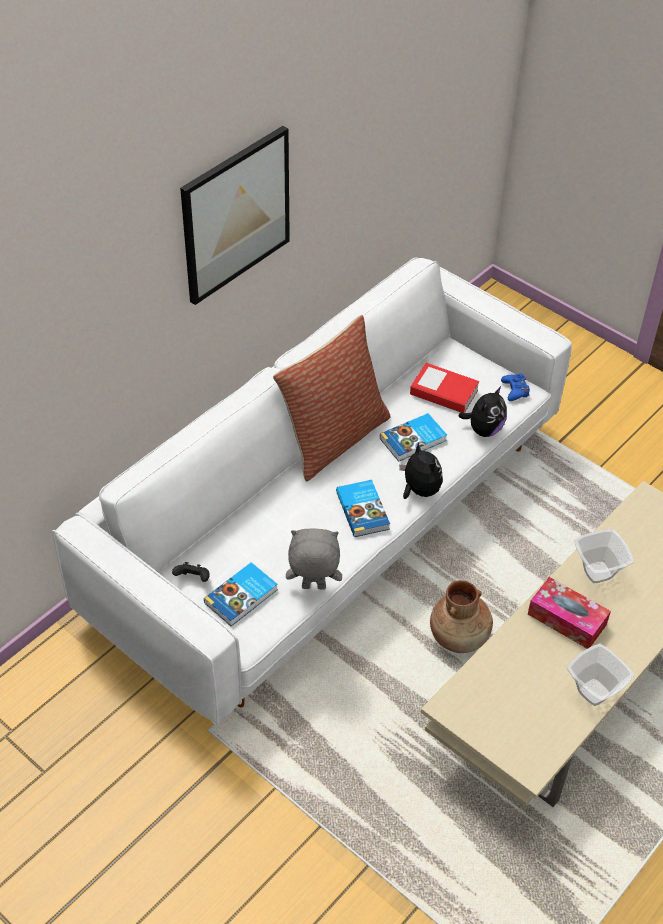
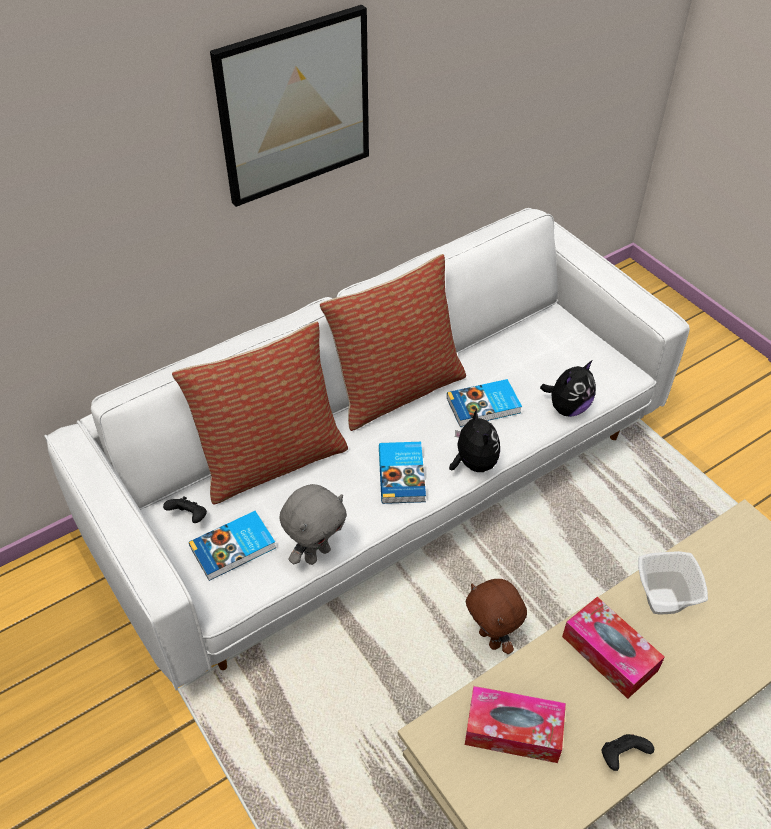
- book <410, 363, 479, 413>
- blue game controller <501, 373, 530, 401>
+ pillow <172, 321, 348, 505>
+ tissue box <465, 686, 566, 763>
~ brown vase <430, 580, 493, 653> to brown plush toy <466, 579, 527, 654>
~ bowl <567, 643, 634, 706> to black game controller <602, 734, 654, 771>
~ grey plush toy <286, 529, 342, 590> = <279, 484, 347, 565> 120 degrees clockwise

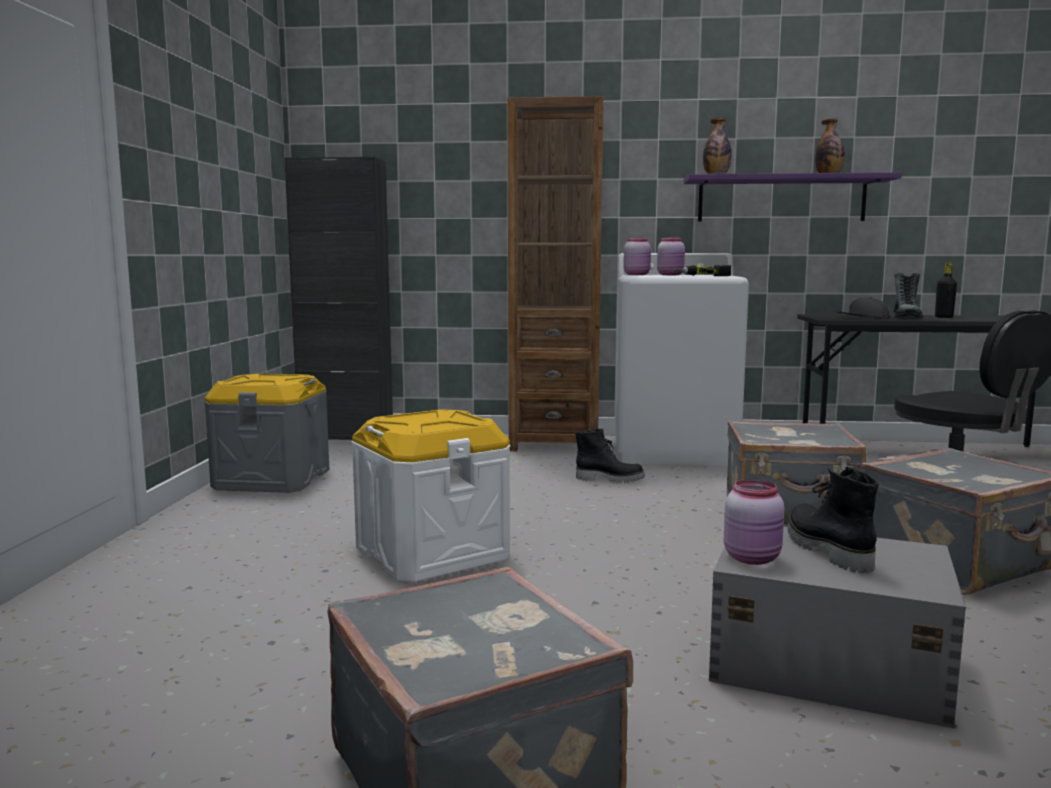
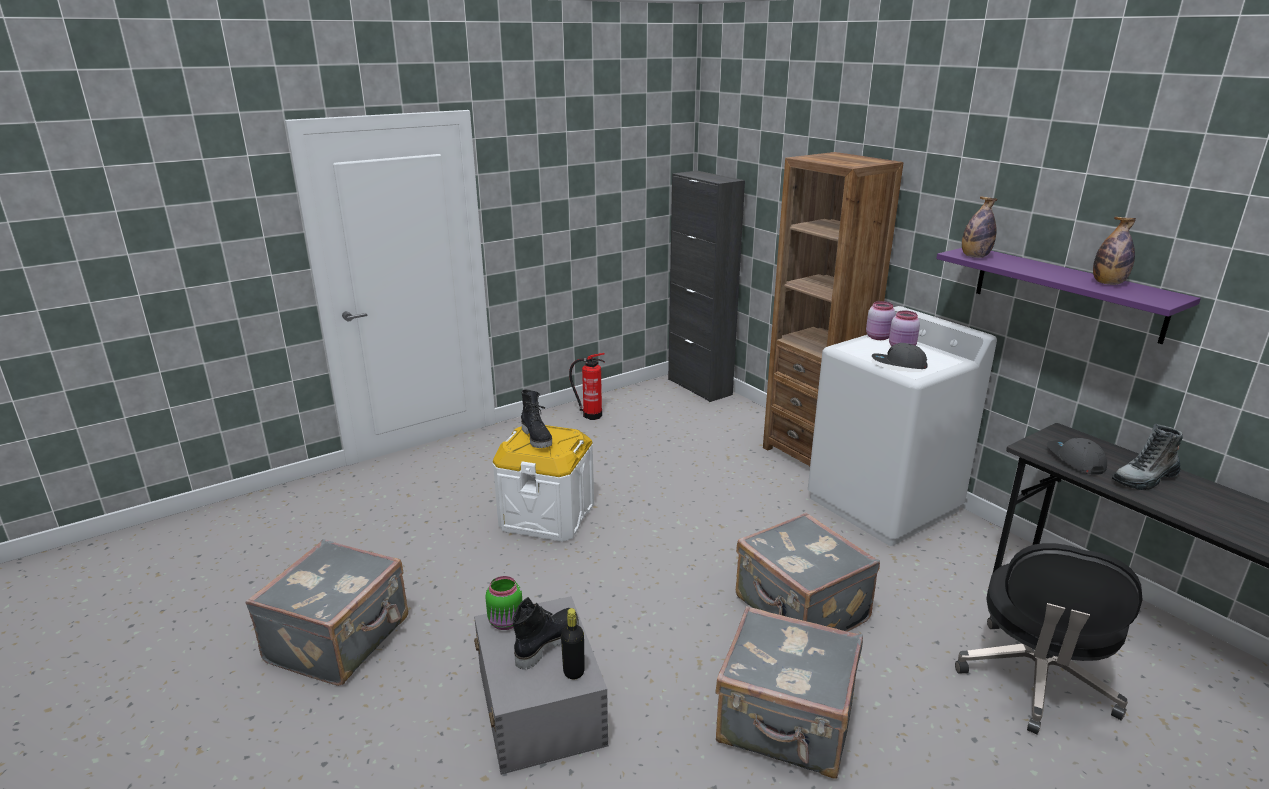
~ black boot <575, 428, 645, 483> to <521, 389, 552, 448>
~ black bottle <935, 262, 957, 318> to <561, 608, 585, 679>
~ grey storage box <204, 374, 329, 493> to fire extinguisher <569, 353, 605, 420>
~ power drill <671, 265, 731, 276> to grey cap <872, 343, 927, 369>
~ pink jar <724, 479, 784, 565> to green jar <485, 576, 522, 630>

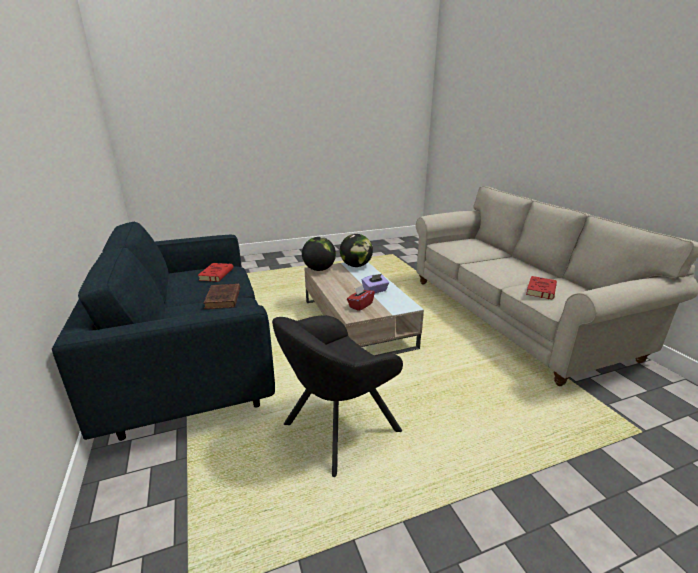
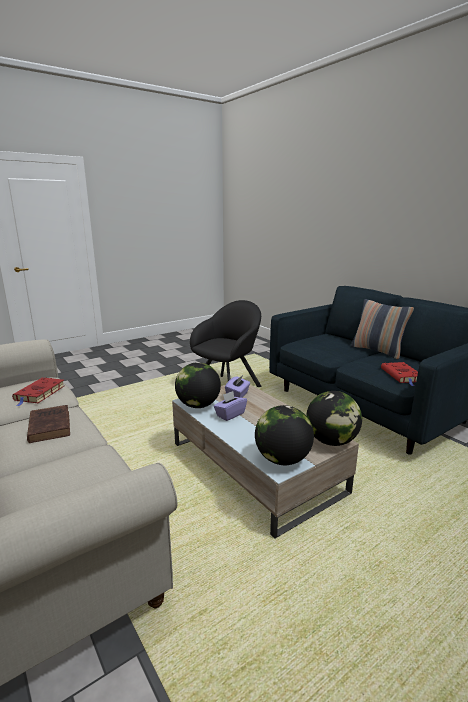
+ globe <175, 362, 221, 408>
+ pillow <351, 299, 414, 359>
~ brown book <204, 284, 240, 309> to <27, 405, 70, 443>
~ red tissue box <347, 285, 375, 311> to purple tissue box <225, 375, 250, 398>

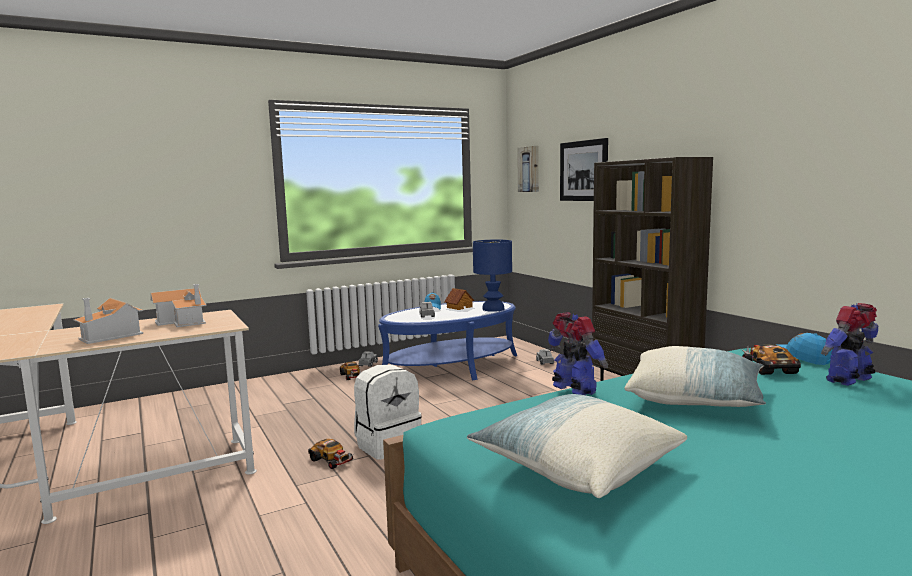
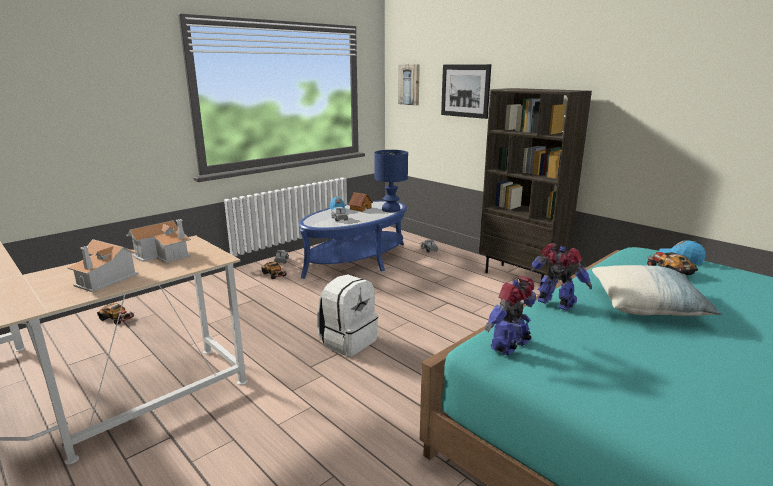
- pillow <467, 394, 687, 498>
~ toy car <308, 439, 354, 469> to <97, 303, 134, 325>
~ toy robot <821, 303, 878, 386> to <485, 276, 536, 356>

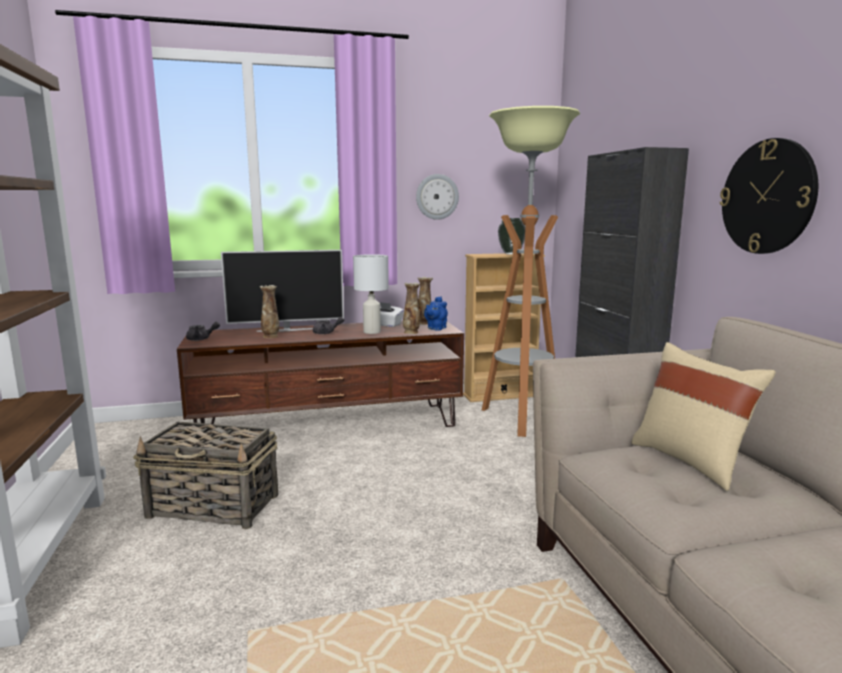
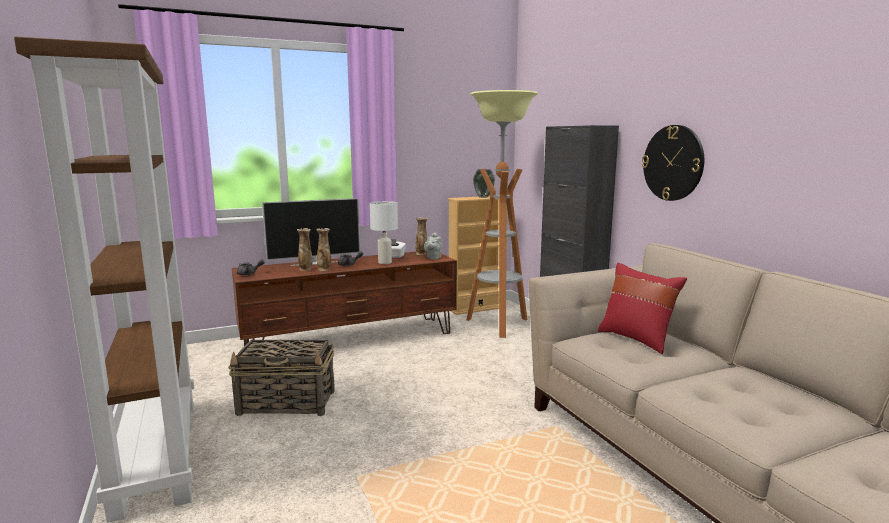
- wall clock <416, 174, 459, 220>
~ vase <403, 283, 420, 334> to <317, 228, 331, 271>
~ blue teapot <424, 296, 448, 330> to grey teapot <424, 233, 442, 259>
~ beige pillow <631, 342, 776, 491> to red pillow <598, 262, 687, 354>

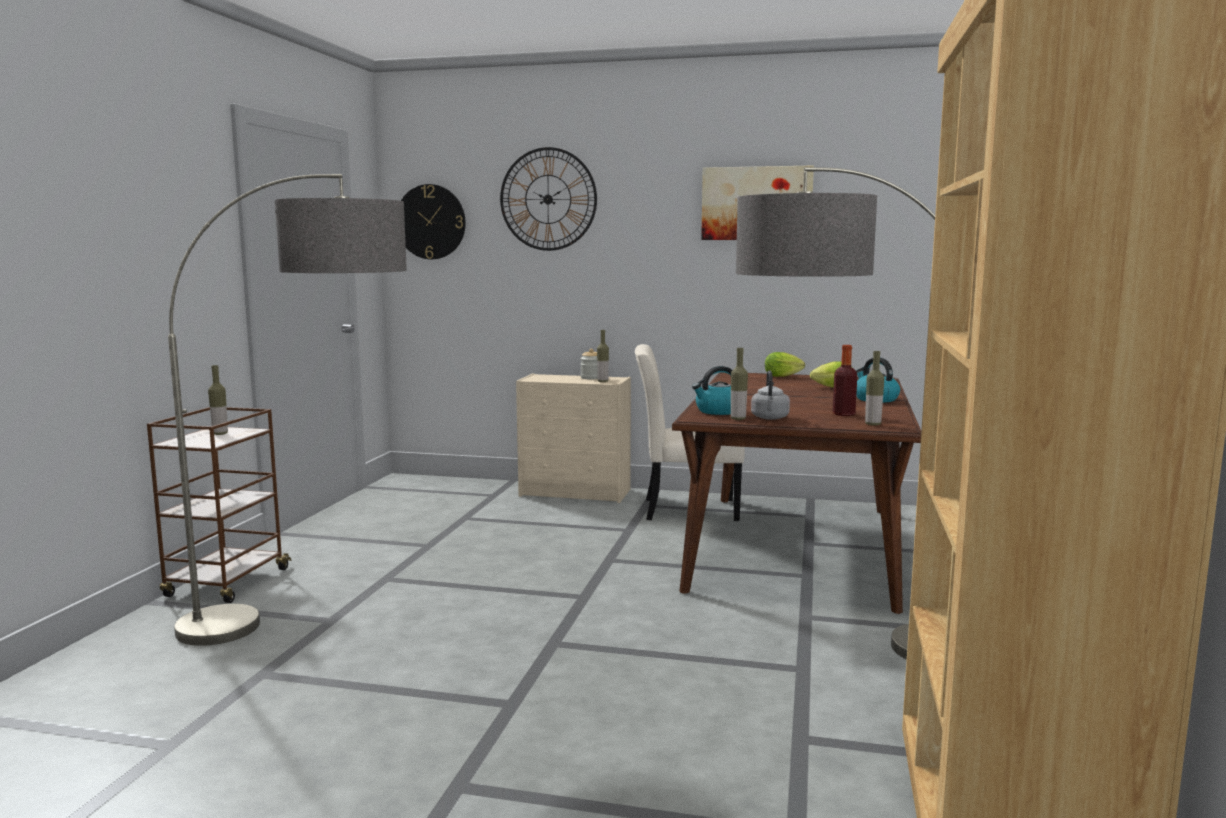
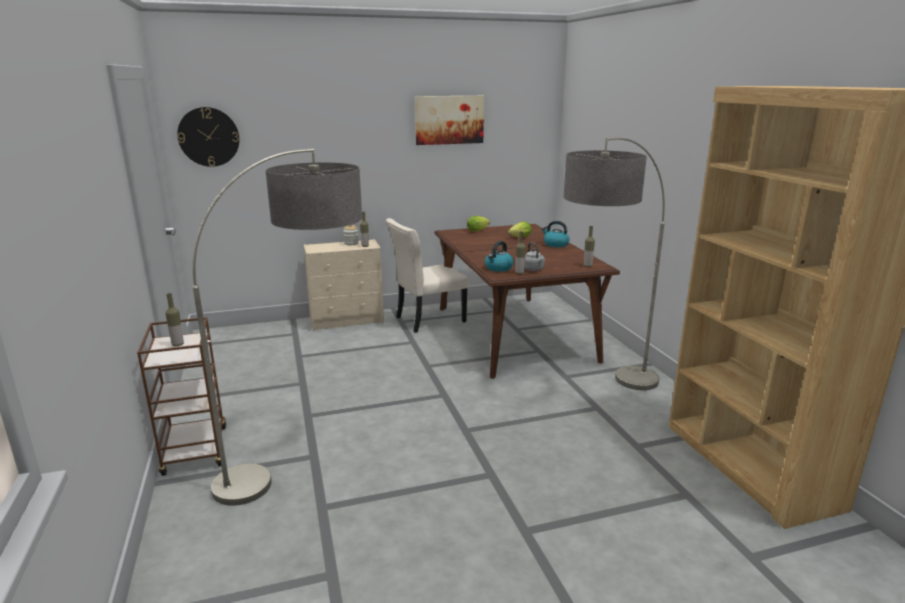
- wall clock <500, 147, 597, 251>
- bottle <833, 345, 857, 416>

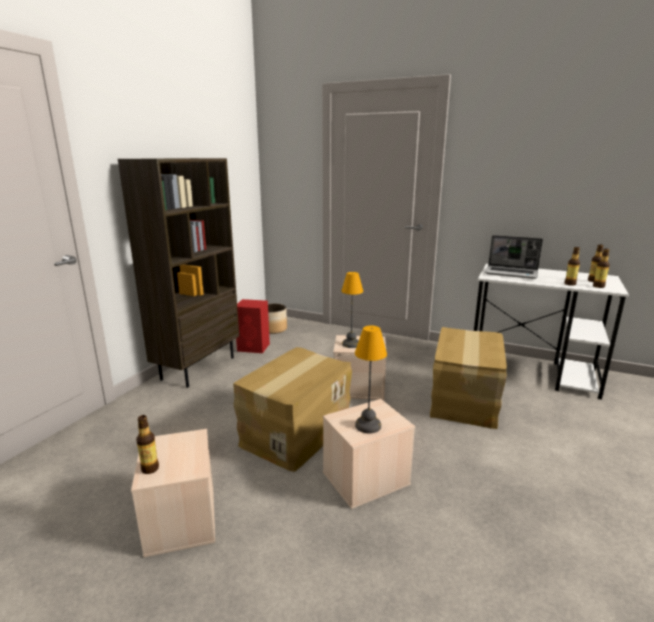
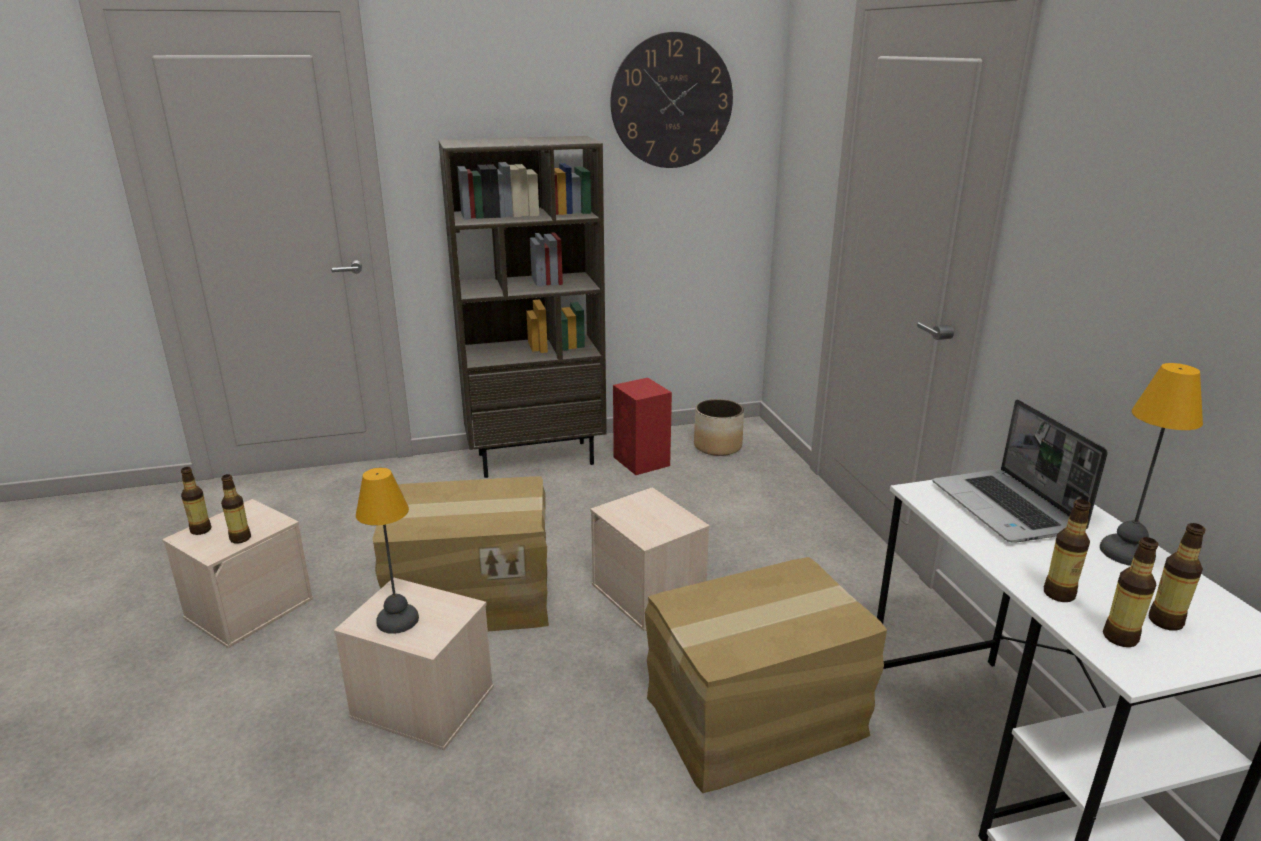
+ bottle <221, 474, 251, 543>
+ wall clock <610, 32, 733, 168>
~ table lamp <341, 272, 363, 348> to <1100, 363, 1203, 566>

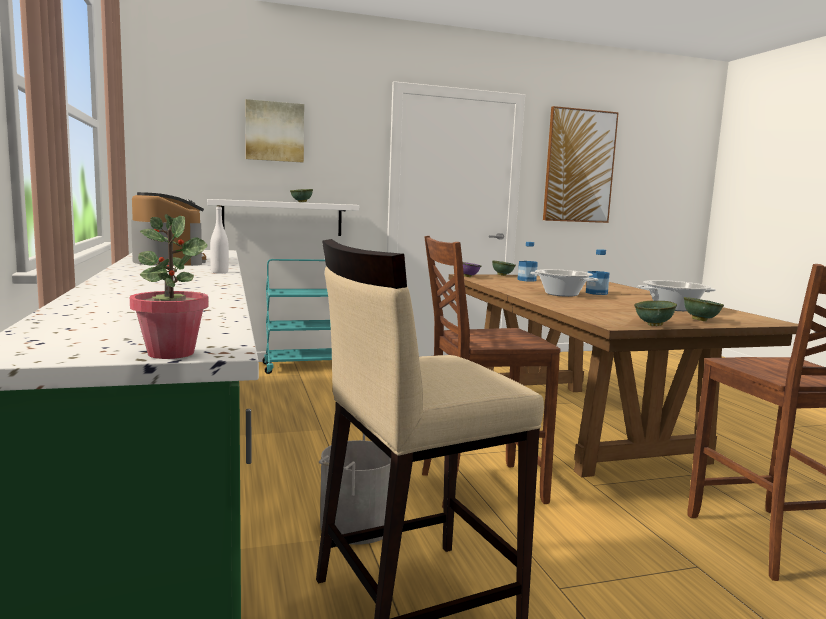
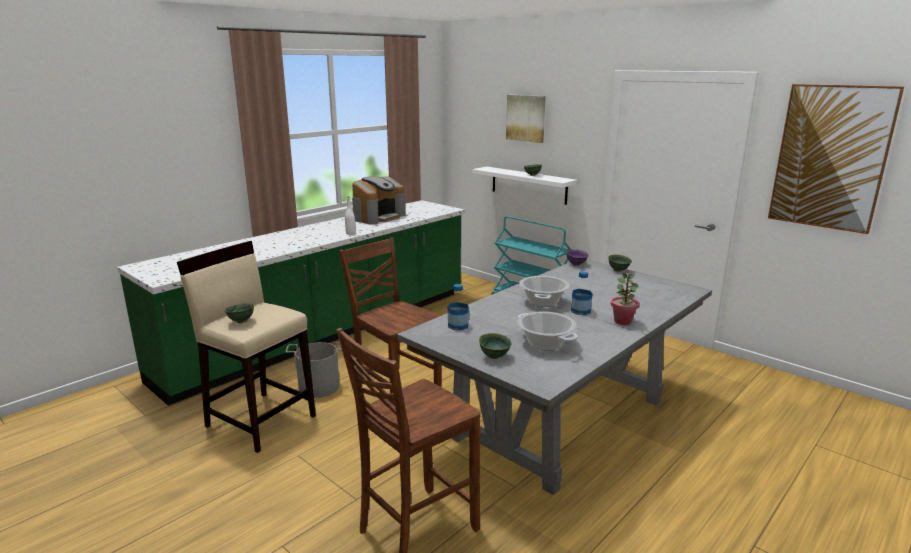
~ potted plant <130, 214, 209, 359> to <611, 273, 639, 325>
~ bottle <517, 242, 538, 282> to <448, 284, 469, 330>
~ green bowl <634, 301, 677, 326> to <225, 303, 254, 323>
~ brown dining table <449, 274, 798, 477> to grey dining table <397, 260, 712, 495>

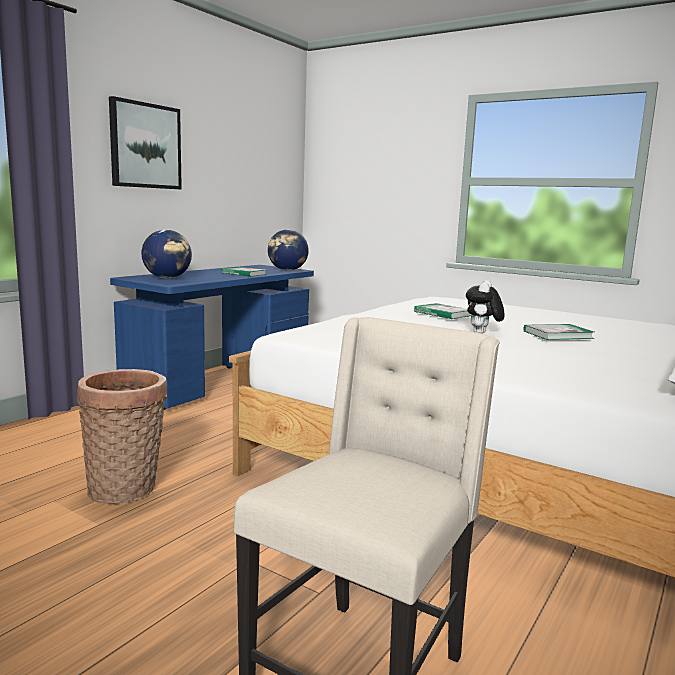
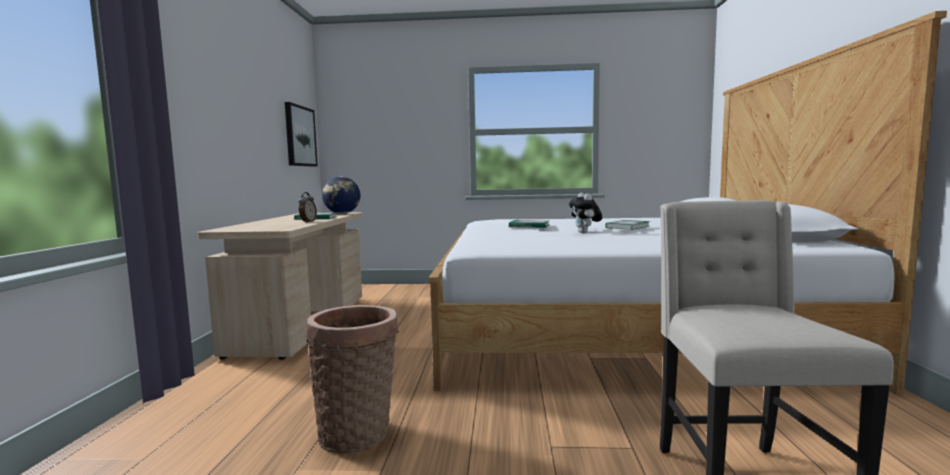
- globe <141, 230, 192, 279>
+ alarm clock <298, 192, 317, 223>
~ picture <109, 96, 182, 189> to <285, 102, 318, 167>
~ blue desk <110, 265, 314, 410> to beige desk <198, 212, 363, 360>

